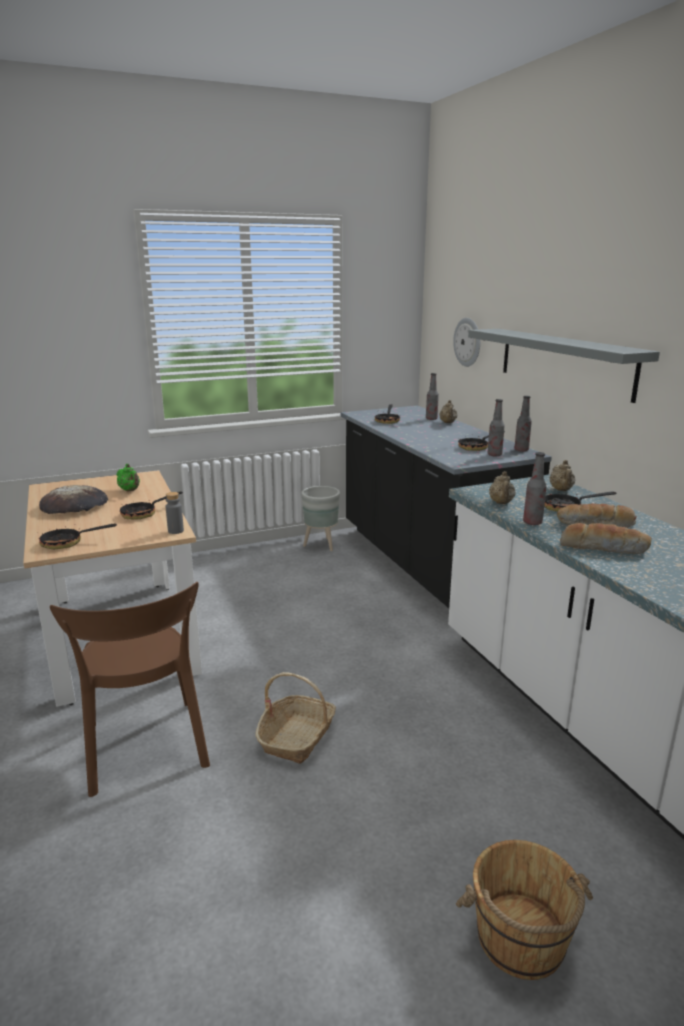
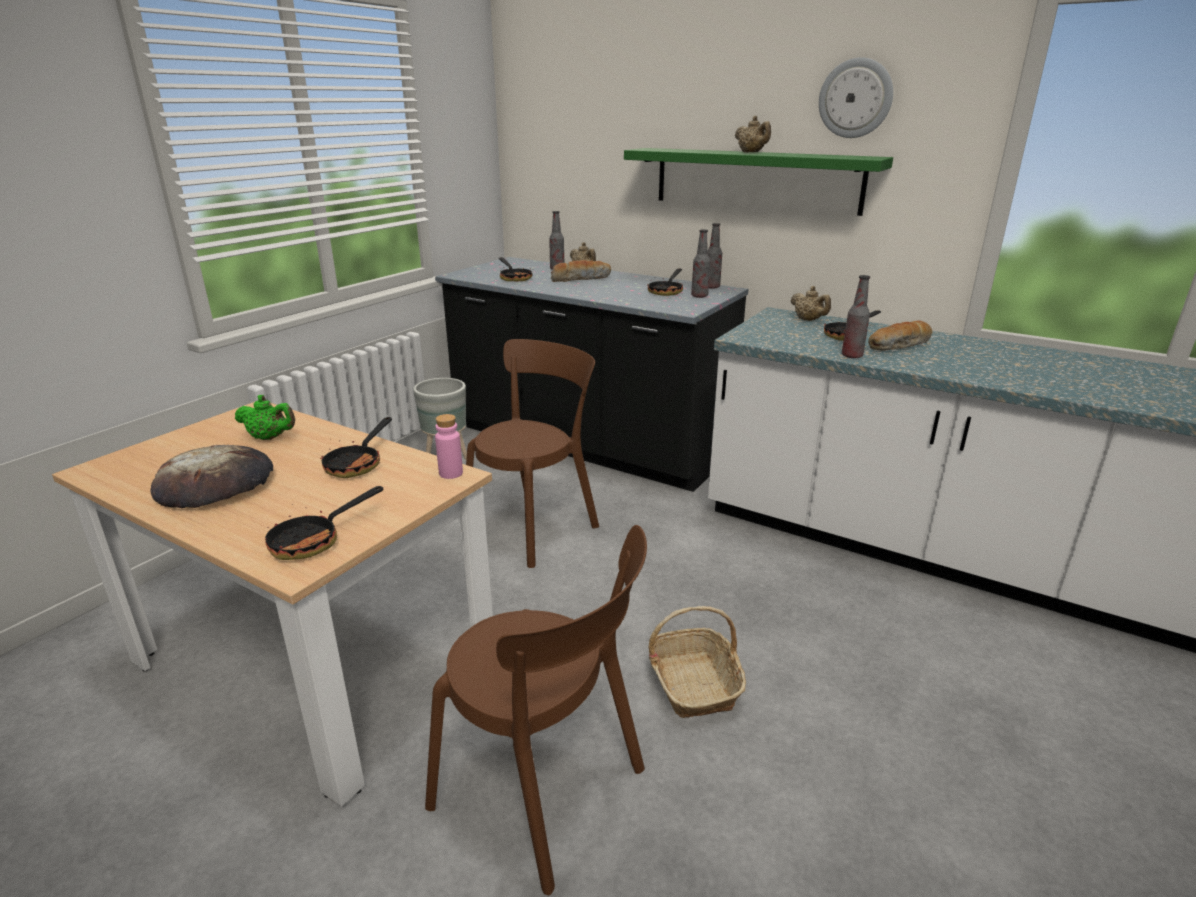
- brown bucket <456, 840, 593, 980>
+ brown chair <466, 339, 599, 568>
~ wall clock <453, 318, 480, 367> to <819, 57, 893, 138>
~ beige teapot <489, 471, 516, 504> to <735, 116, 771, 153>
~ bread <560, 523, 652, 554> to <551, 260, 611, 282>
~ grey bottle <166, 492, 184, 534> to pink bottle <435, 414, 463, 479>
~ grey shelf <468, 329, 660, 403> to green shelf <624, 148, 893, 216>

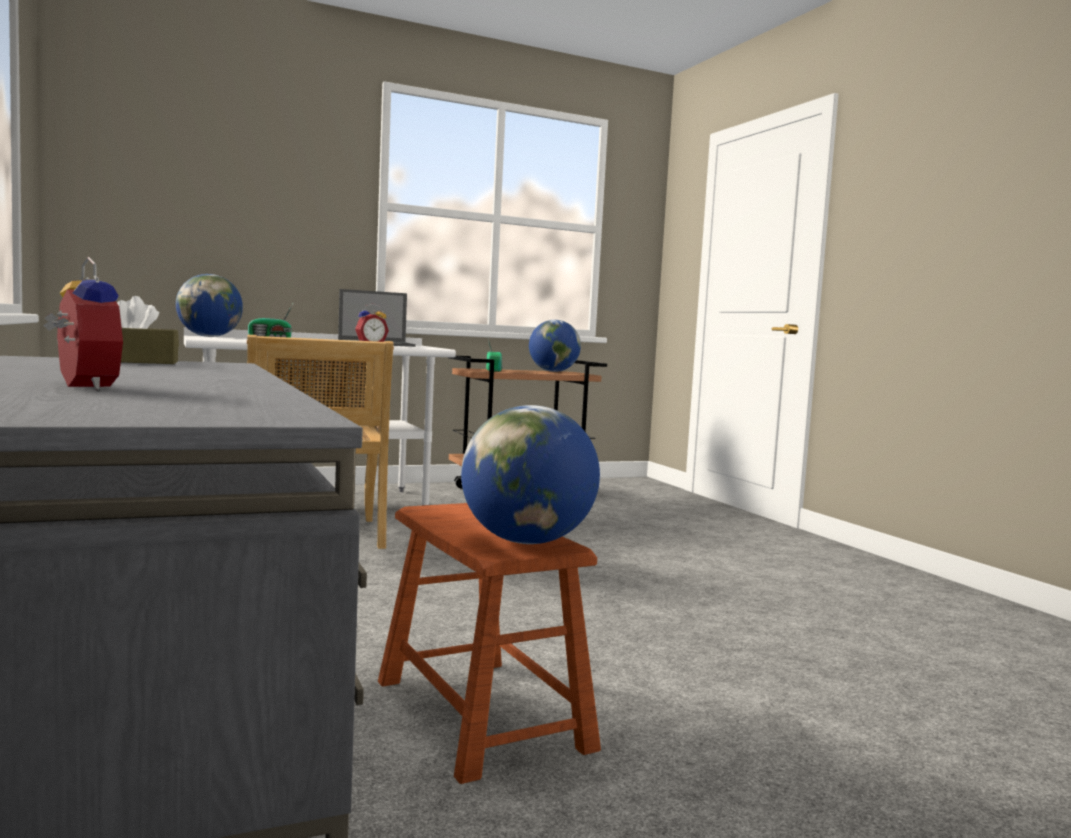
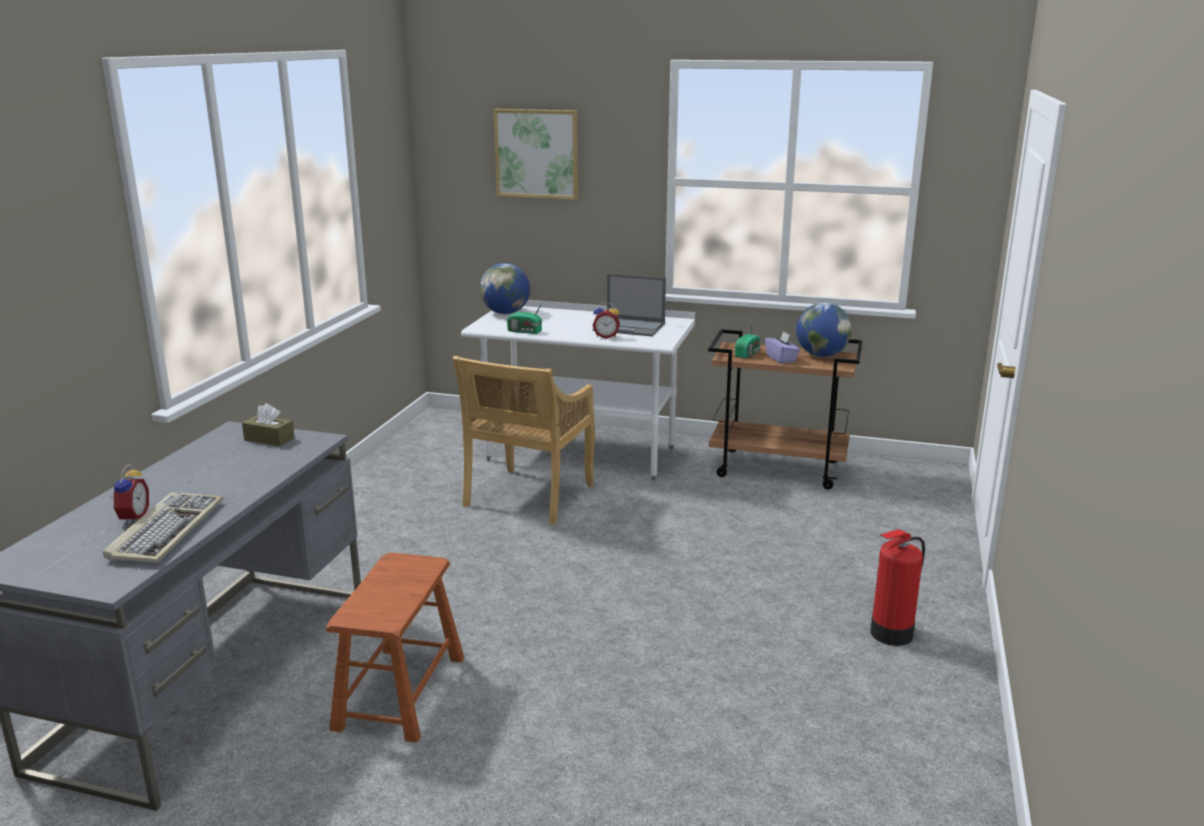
- globe <461, 405, 600, 544>
+ keyboard <103, 492, 223, 563>
+ picture <494, 109, 578, 200>
+ purple tissue box <765, 331, 800, 364>
+ fire extinguisher <870, 529, 925, 646>

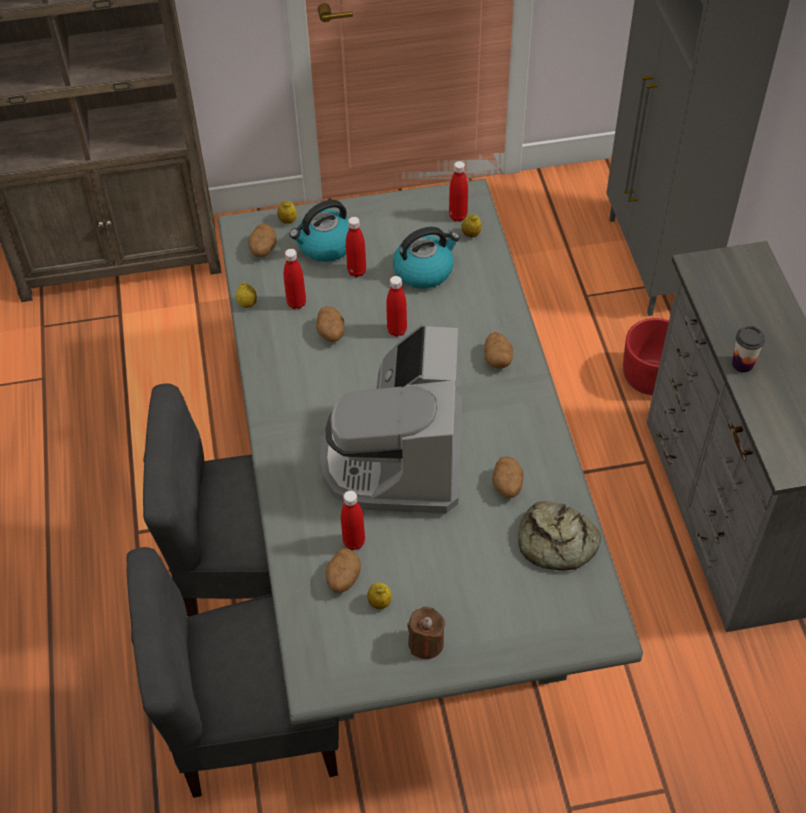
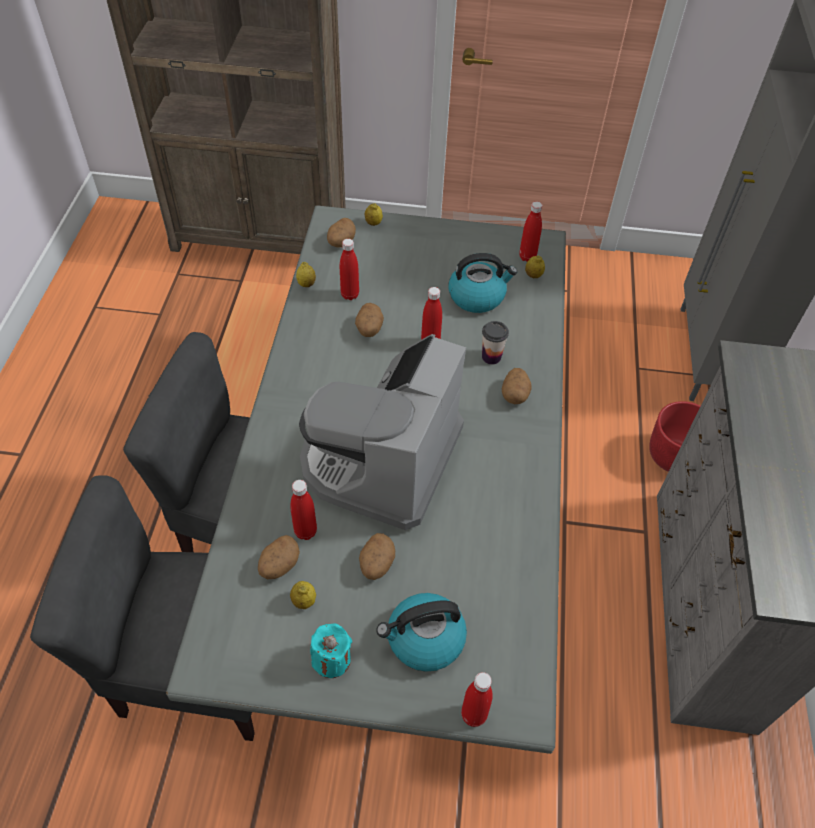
- bread <518, 501, 601, 571>
~ kettle <290, 200, 349, 262> to <376, 593, 467, 672>
~ red bottle <346, 217, 366, 277> to <461, 672, 492, 727>
~ potato <492, 456, 524, 498> to <359, 533, 395, 580>
~ cup <732, 326, 765, 373> to <482, 321, 509, 364>
~ brown candle <407, 606, 445, 659> to turquoise candle <310, 623, 352, 678>

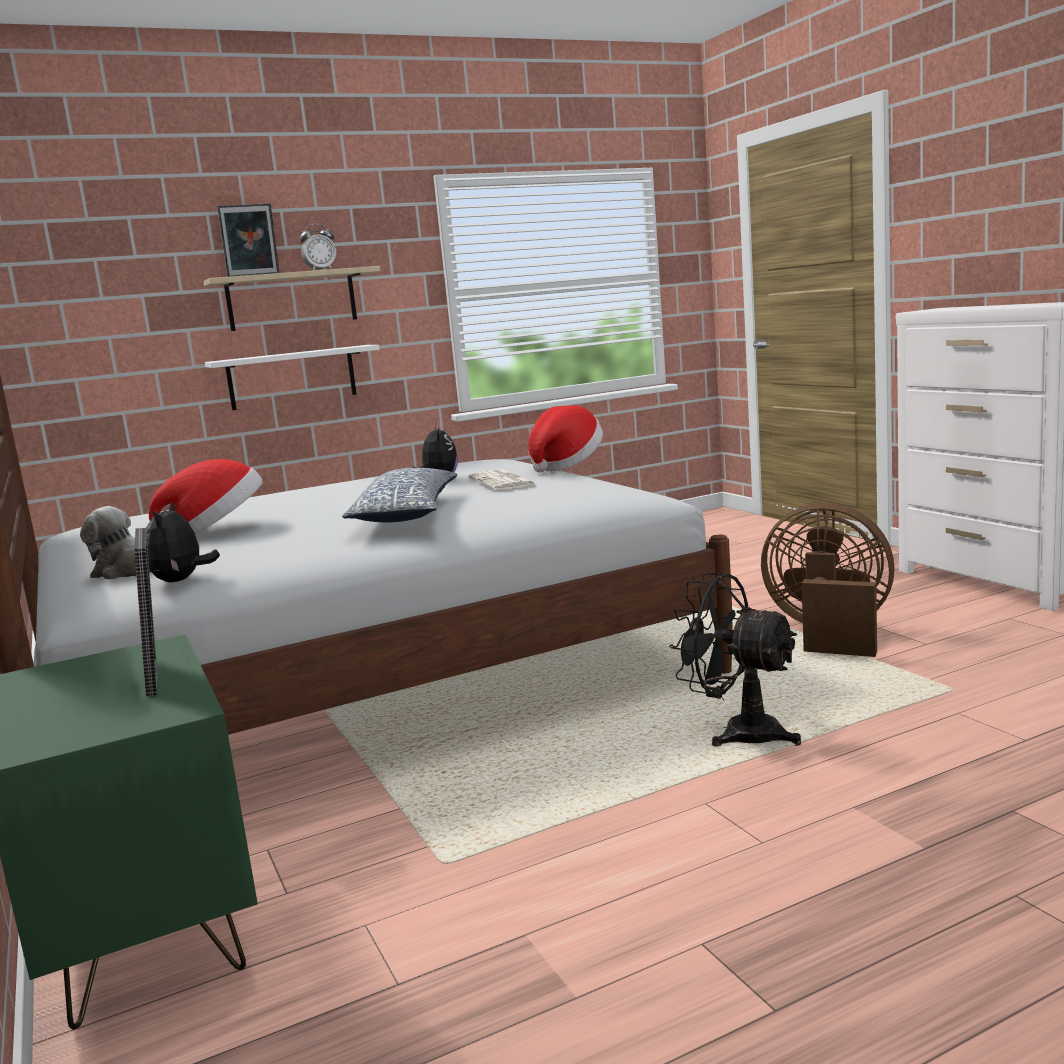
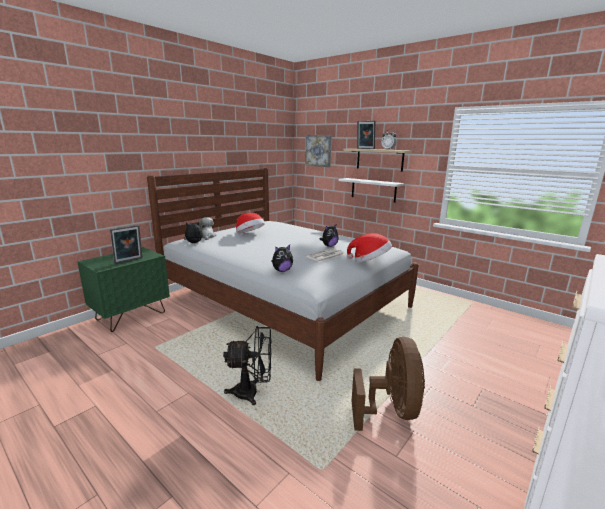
- pillow <342, 468, 457, 523>
+ plush toy <271, 245, 293, 272>
+ picture <305, 135, 332, 167>
~ black fan <669, 573, 801, 747> = <223, 326, 272, 405> 75 degrees clockwise

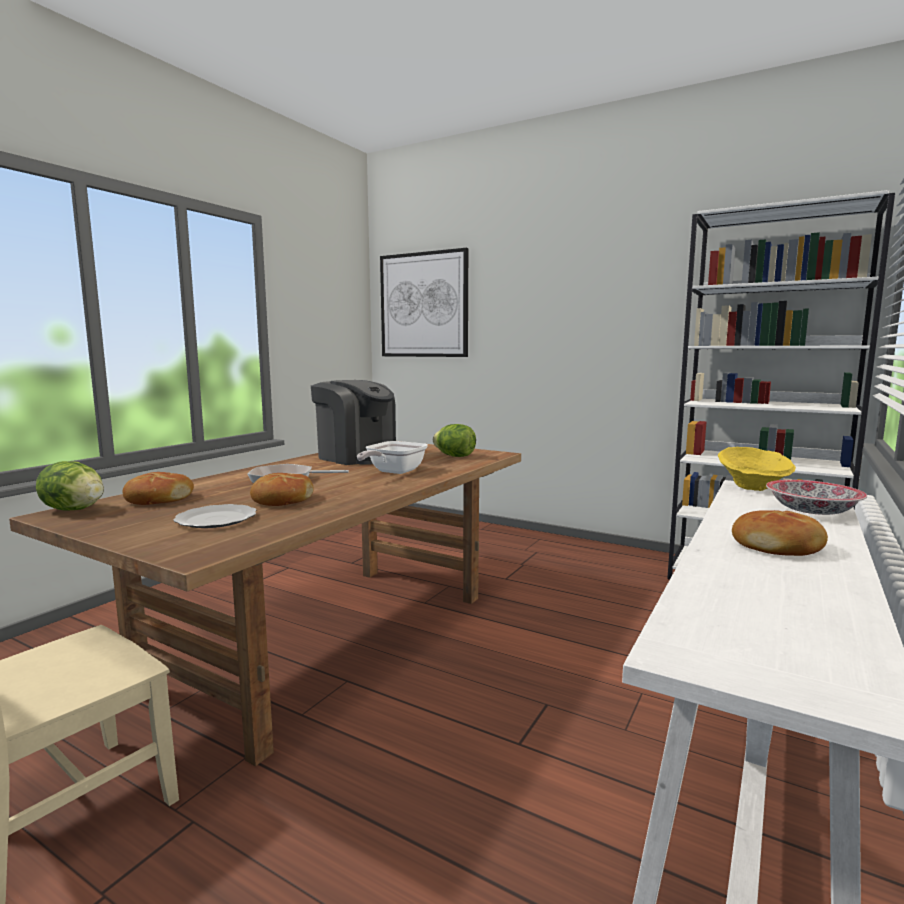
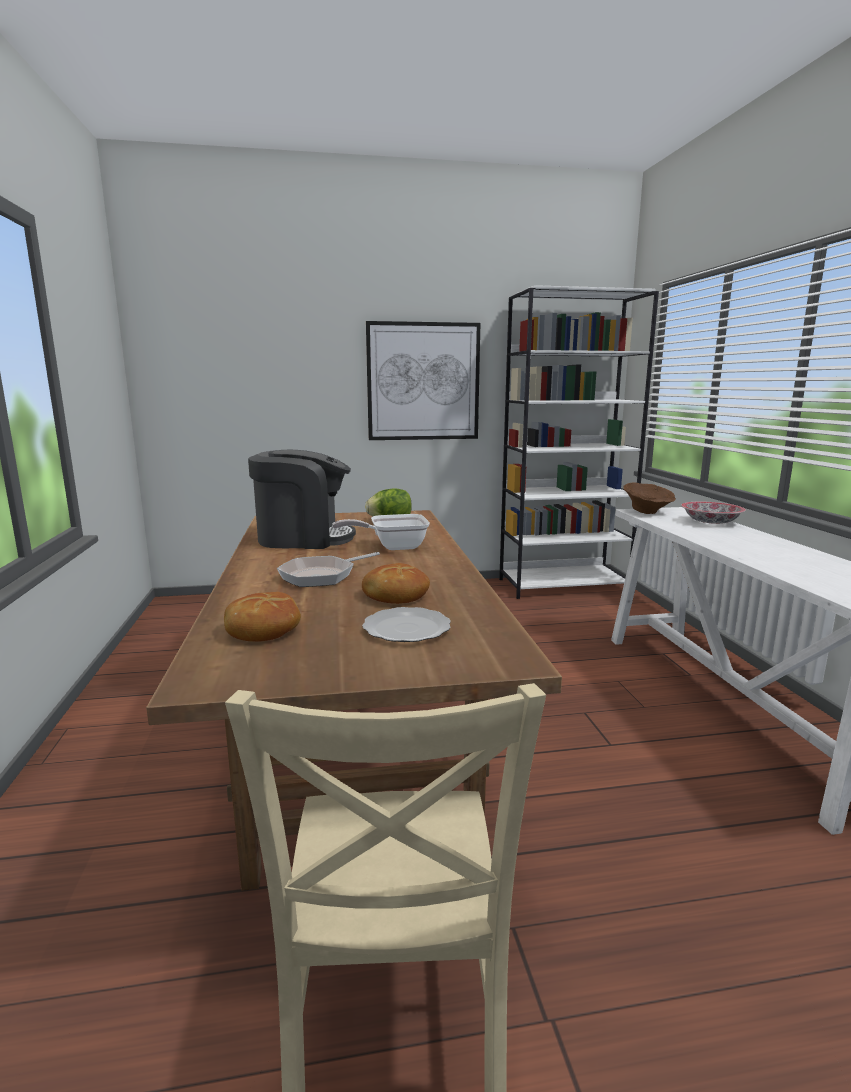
- lettuce <36, 461, 104, 511>
- bread <732, 510, 828, 556>
~ picture <380, 248, 468, 357> to <366, 321, 480, 440>
~ yellow bowl <718, 447, 796, 491> to brown bowl <623, 483, 676, 514>
~ frying pan <357, 441, 428, 474> = <332, 514, 430, 550> 90 degrees clockwise

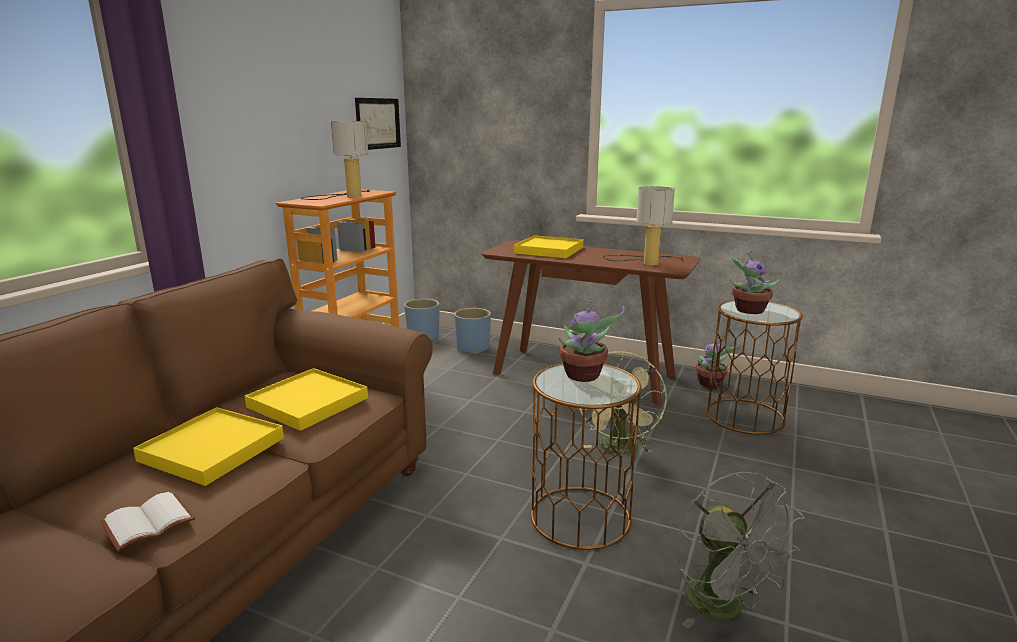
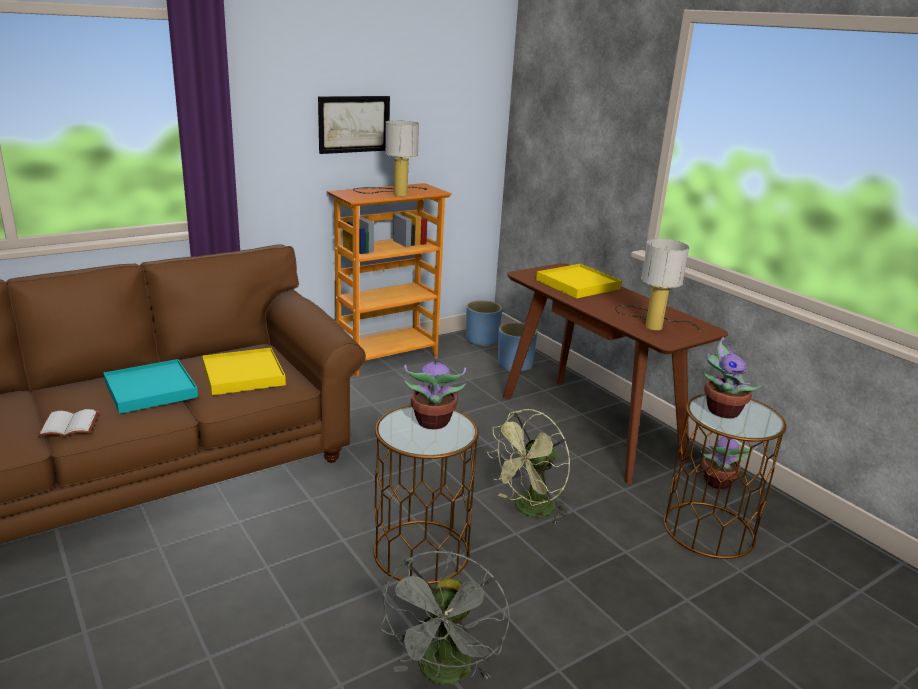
~ picture <355, 98, 401, 150> to <318, 96, 390, 154>
~ yellow tray <133, 407, 284, 486> to turquoise tray <104, 359, 198, 414>

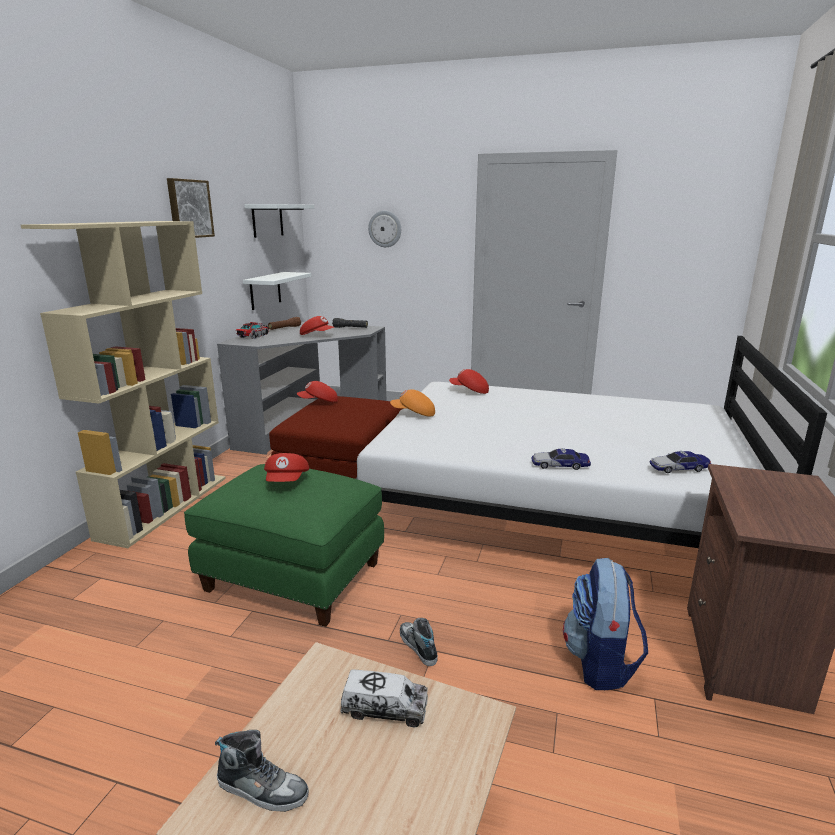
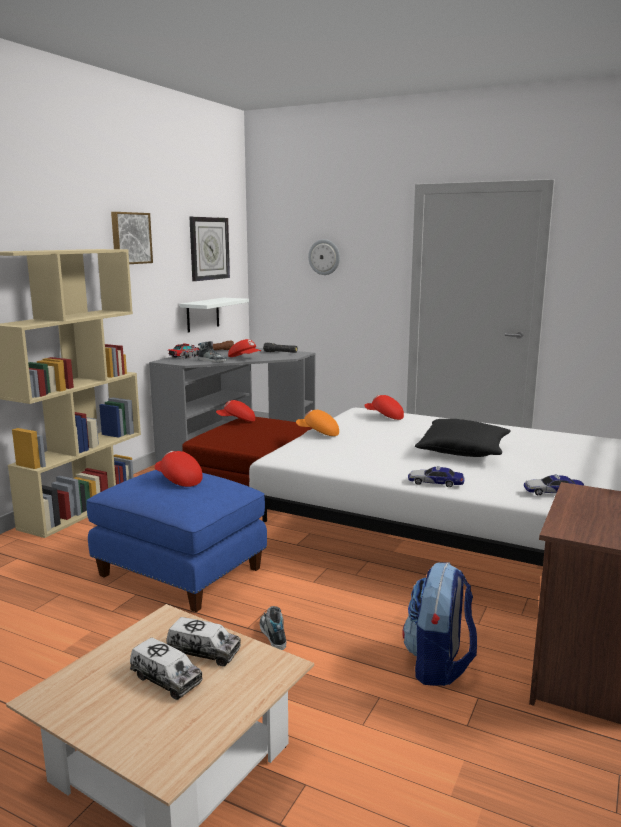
+ toy truck <130, 638, 203, 700>
+ black pillow <415, 419, 511, 457>
~ shoe <215, 730, 309, 812> to <198, 341, 227, 362>
~ white shelf <245, 204, 314, 238> to wall clock <189, 217, 230, 281>
~ green ottoman <184, 464, 384, 627> to blue ottoman <86, 470, 267, 612>
~ red cap <264, 453, 309, 482> = <155, 451, 203, 487> 120 degrees clockwise

